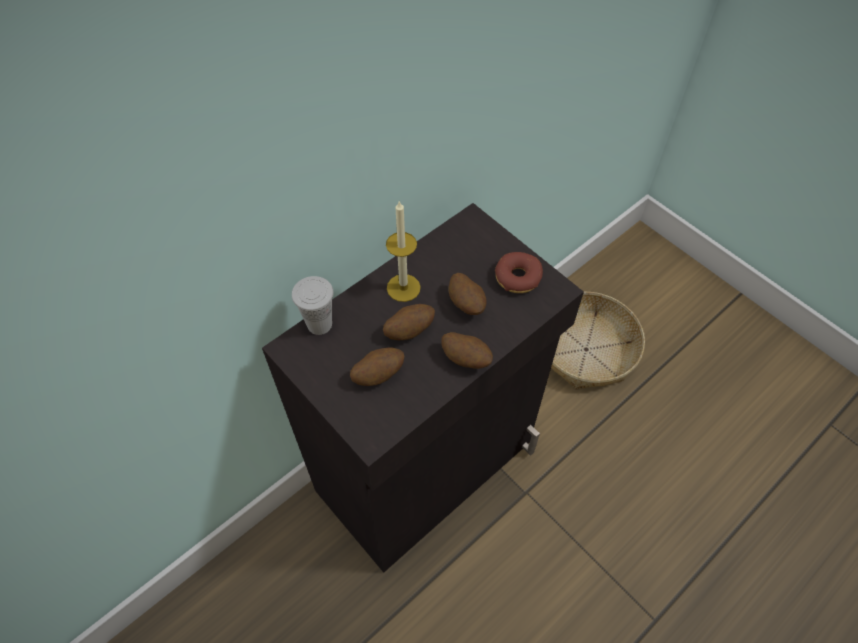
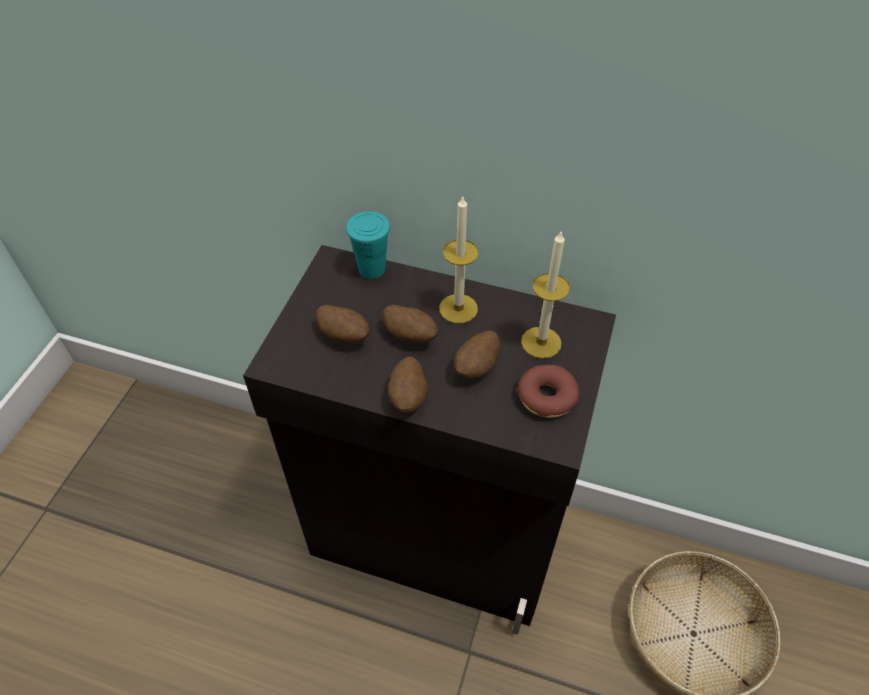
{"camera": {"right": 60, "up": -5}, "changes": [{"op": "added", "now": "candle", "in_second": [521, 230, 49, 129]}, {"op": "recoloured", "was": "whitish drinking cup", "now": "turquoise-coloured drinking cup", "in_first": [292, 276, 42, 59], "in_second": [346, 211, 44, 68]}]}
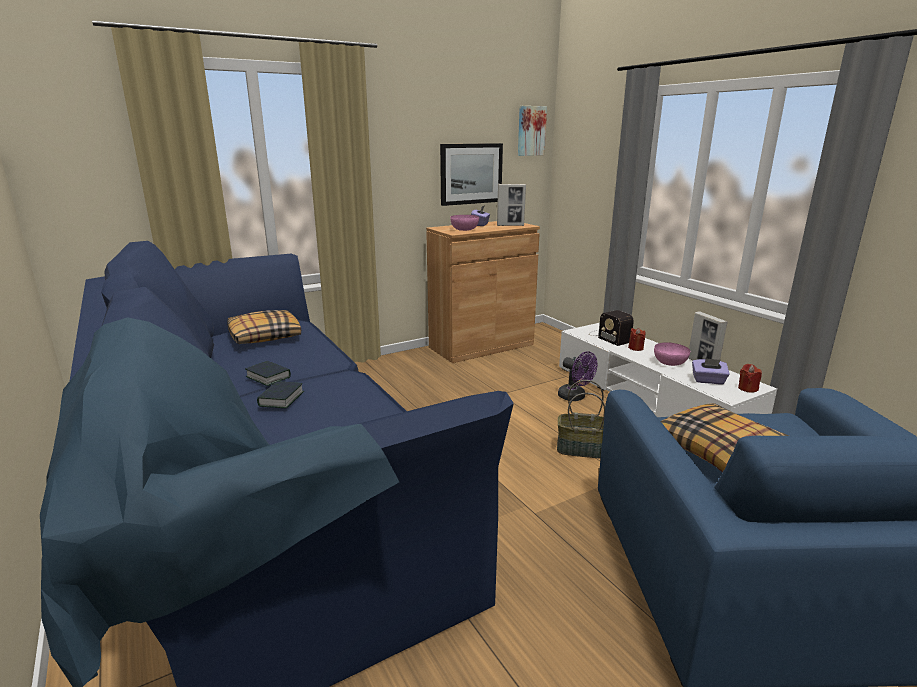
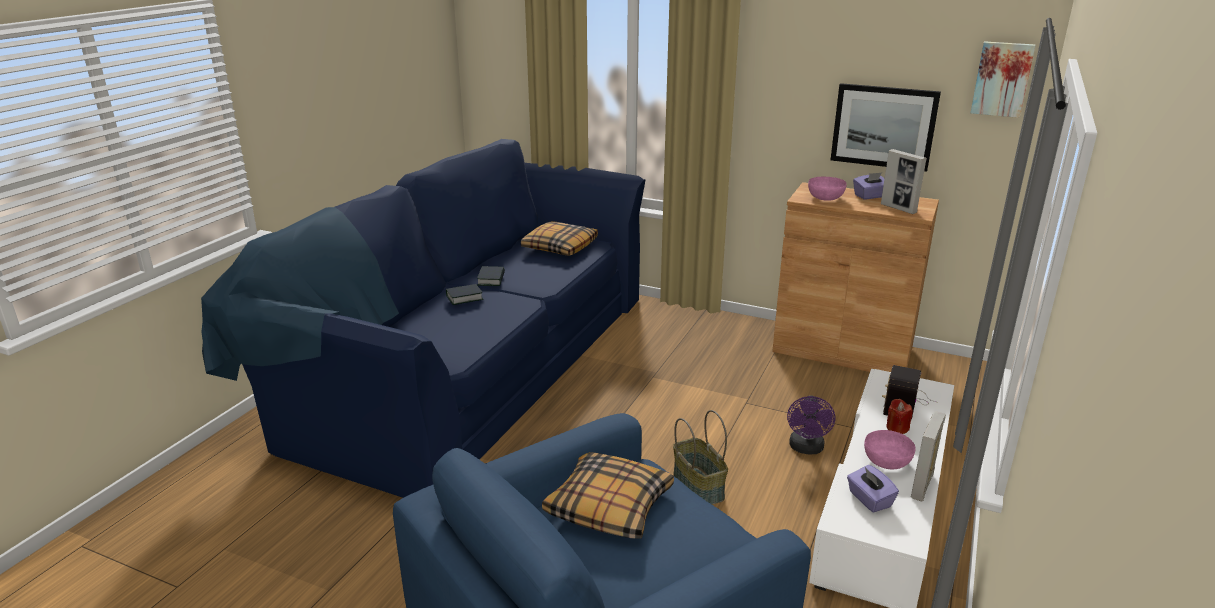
{"camera": {"right": 55, "up": 5}, "changes": [{"op": "removed", "was": "red-coloured candle", "in_first": [738, 364, 24, 28]}]}
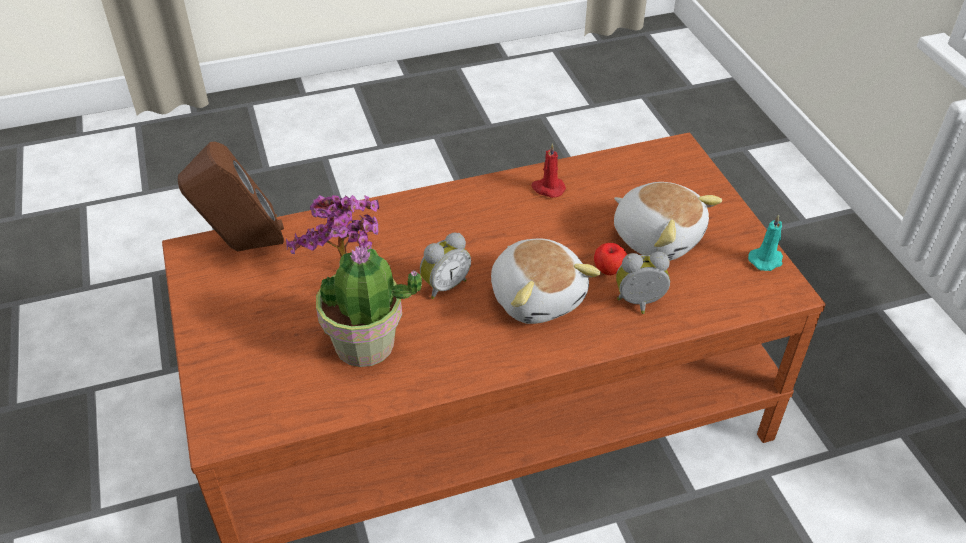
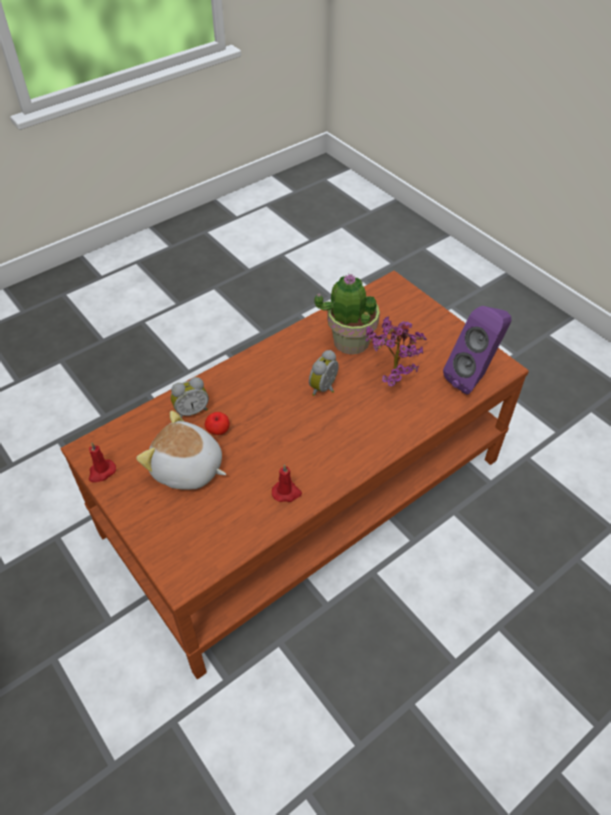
{"camera": {"right": 160, "up": 5}, "changes": [{"op": "removed", "was": "cuddly toy", "in_first": [491, 238, 110, 86]}, {"op": "recoloured", "was": "brownish loudspeaker", "now": "purple loudspeaker", "in_first": [178, 142, 106, 109], "in_second": [443, 306, 68, 88]}, {"op": "recoloured", "was": "turquoise-coloured candle", "now": "red-coloured candle", "in_first": [748, 215, 35, 56], "in_second": [89, 443, 27, 39]}]}
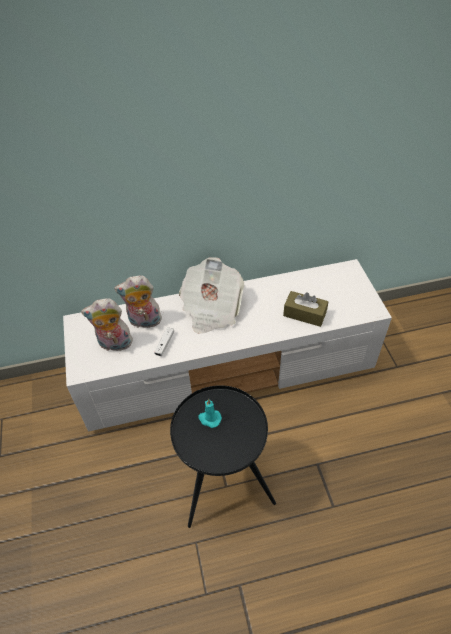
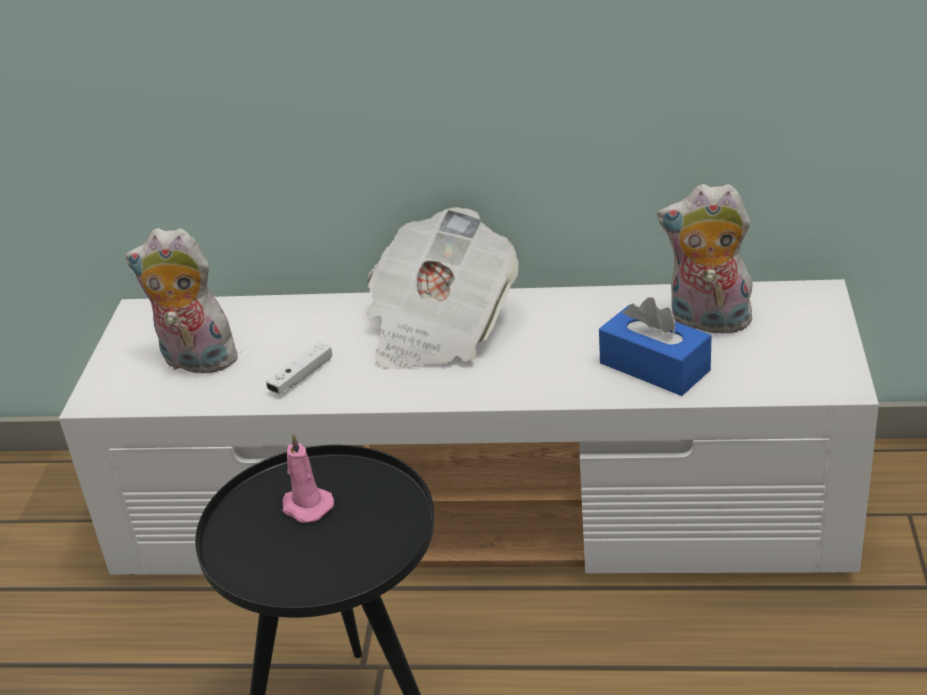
{"camera": {"right": 20, "up": -15}, "changes": [{"op": "moved", "was": "cuddly toy", "in_first": [114, 275, 49, 53], "in_second": [657, 184, 100, 154]}, {"op": "recoloured", "was": "turquoise-coloured candle", "now": "pinkish candle", "in_first": [198, 399, 24, 29], "in_second": [282, 434, 52, 89]}, {"op": "recoloured", "was": "brownish box of tissues", "now": "blue box of tissues", "in_first": [283, 291, 46, 36], "in_second": [599, 297, 112, 99]}]}
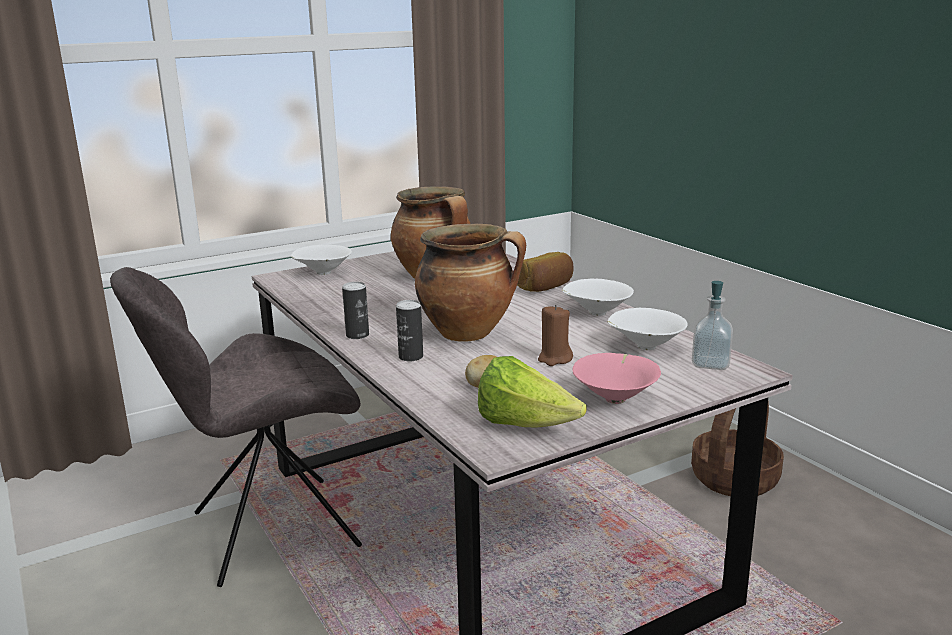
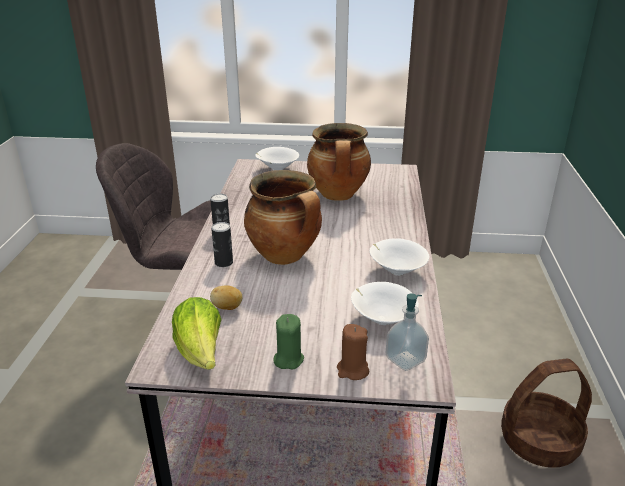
{"camera": {"right": 35, "up": 10}, "changes": [{"op": "removed", "was": "bread", "in_first": [517, 252, 57, 40]}, {"op": "moved", "was": "brownish candle", "in_first": [538, 305, 35, 61], "in_second": [337, 324, 32, 56]}, {"op": "replaced", "was": "pinkish bowl", "now": "green-coloured candle", "in_first": [572, 353, 89, 51], "in_second": [274, 314, 30, 55]}]}
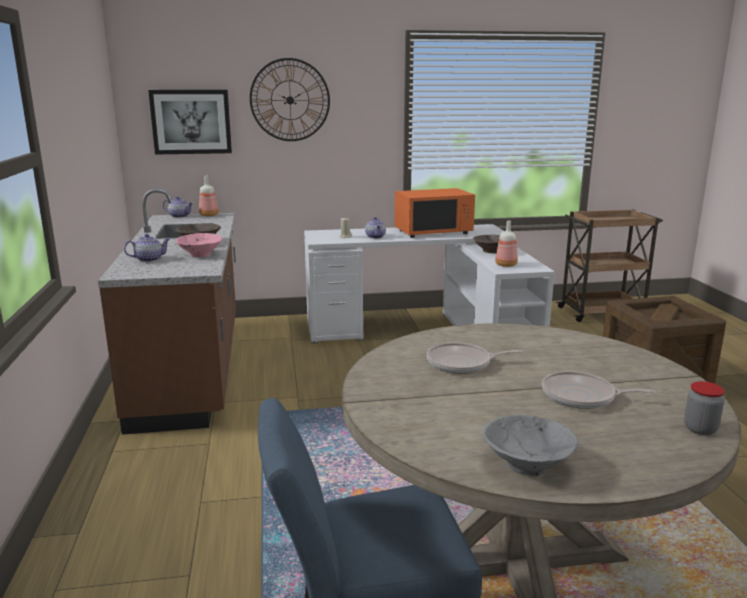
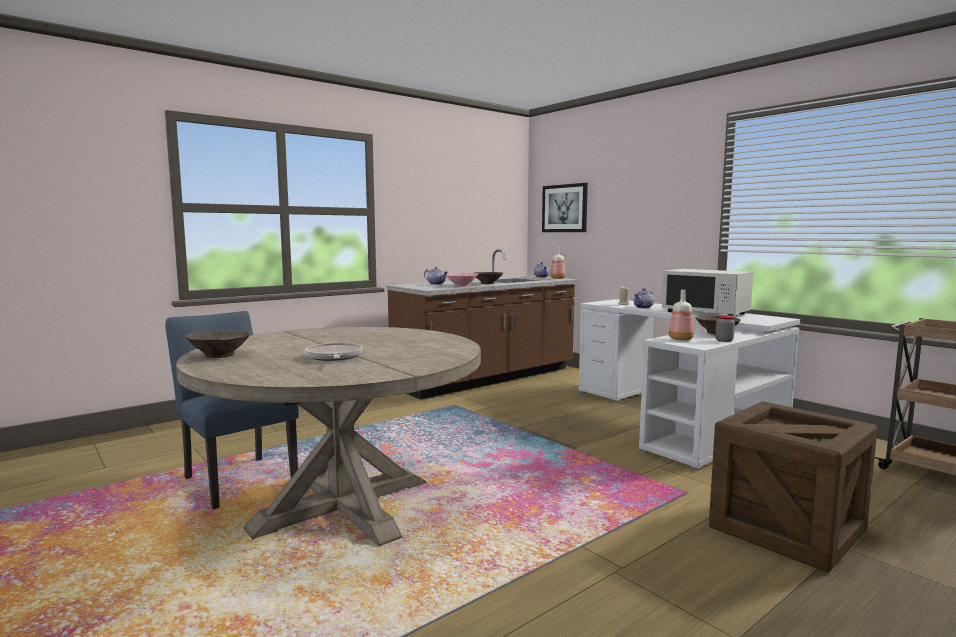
{"camera": {"right": 60, "up": -10}, "changes": [{"op": "removed", "was": "clock on the wall", "in_first": [250, 58, 80, 83]}, {"op": "removed", "was": "skillet", "in_first": [427, 343, 95, 31]}, {"op": "moved", "was": "storage jar", "in_first": [684, 381, 41, 54], "in_second": [715, 315, 20, 27]}, {"op": "recoloured", "was": "orange microwave oven", "now": "whitish microwave oven", "in_first": [394, 188, 81, 50], "in_second": [662, 269, 91, 47]}, {"op": "recoloured", "was": "gray bowl", "now": "brownish bowl", "in_first": [482, 415, 96, 61], "in_second": [185, 330, 65, 28]}]}
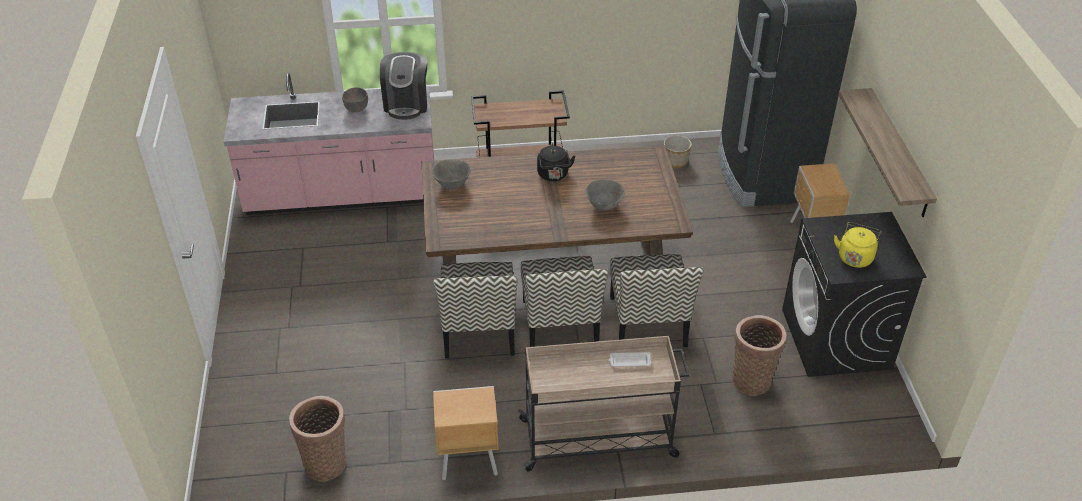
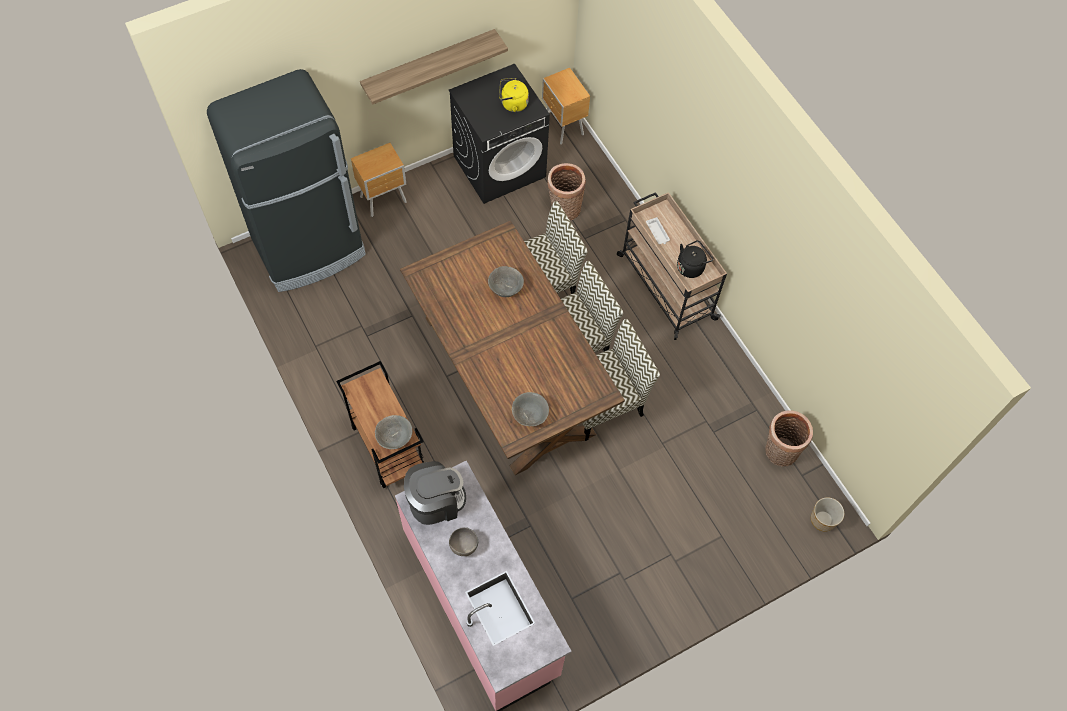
{"camera": {"right": -115, "up": 20}, "changes": [{"op": "added", "now": "gray bowl", "in_second": [375, 415, 37, 34]}, {"op": "moved", "was": "brownish night table", "in_first": [433, 386, 66, 94], "in_second": [542, 68, 48, 76]}, {"op": "moved", "was": "black tea kettle", "in_first": [537, 146, 39, 35], "in_second": [677, 240, 36, 38]}, {"op": "moved", "was": "flower pot", "in_first": [664, 135, 28, 33], "in_second": [811, 497, 33, 35]}]}
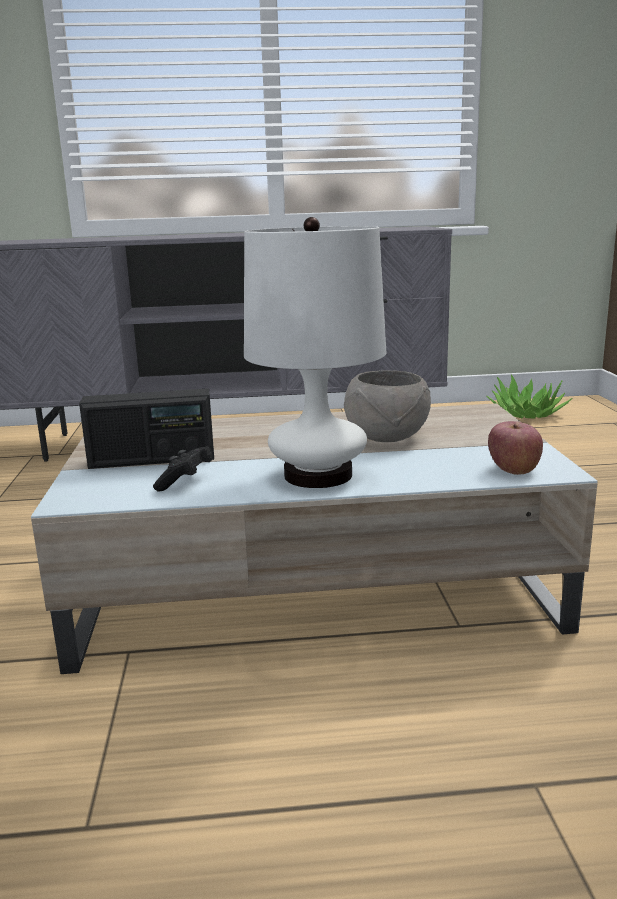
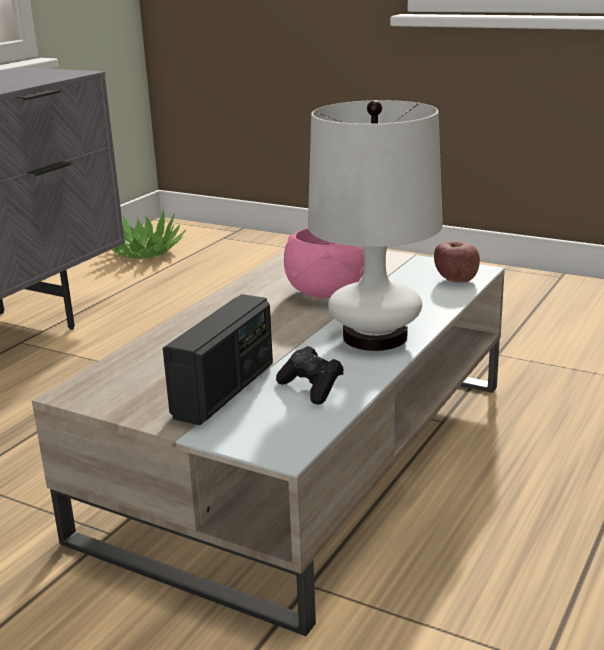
{"camera": {"right": -55, "up": 5}, "changes": [{"op": "recoloured", "was": "gray bowl", "now": "pinkish bowl", "in_first": [344, 370, 87, 72], "in_second": [284, 228, 80, 70]}]}
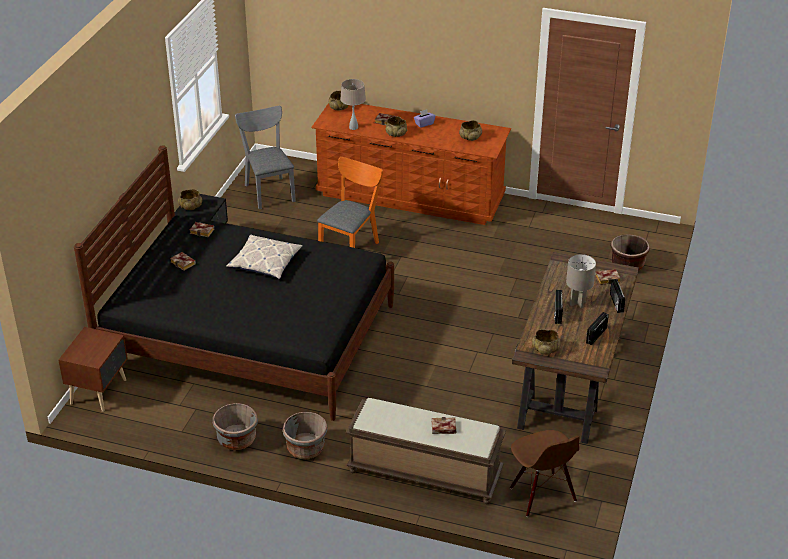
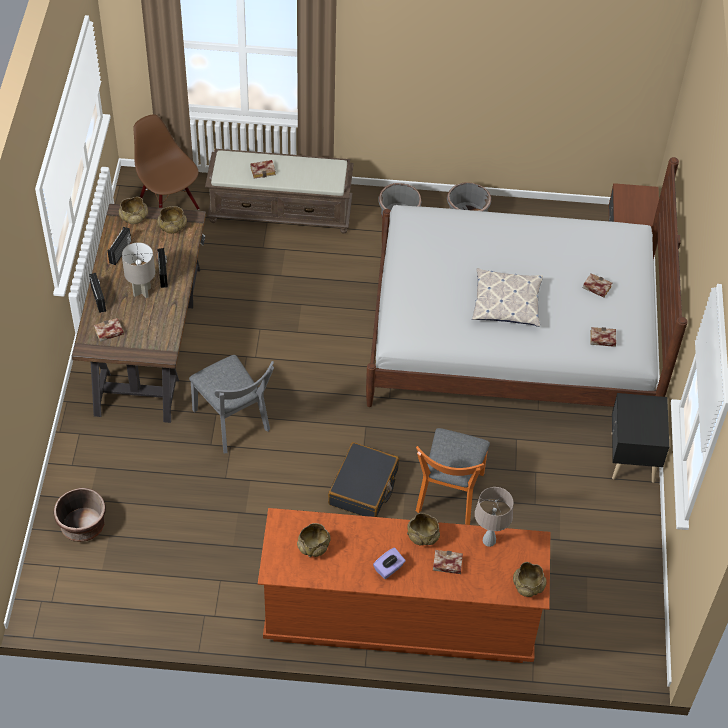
{"camera": {"right": 165, "up": 15}, "changes": [{"op": "added", "now": "black travel case", "in_second": [328, 442, 71, 75]}, {"op": "moved", "was": "sand-coloured bowl", "in_first": [178, 189, 24, 21], "in_second": [119, 197, 29, 27]}, {"op": "moved", "was": "gray chair", "in_first": [235, 106, 61, 103], "in_second": [189, 355, 85, 99]}, {"op": "recoloured", "was": "black sleeping bed", "now": "whitish sleeping bed", "in_first": [74, 145, 320, 276], "in_second": [366, 157, 322, 250]}]}
